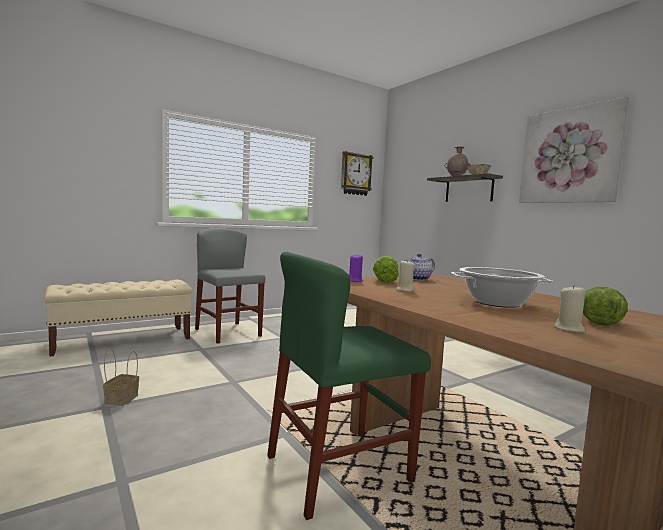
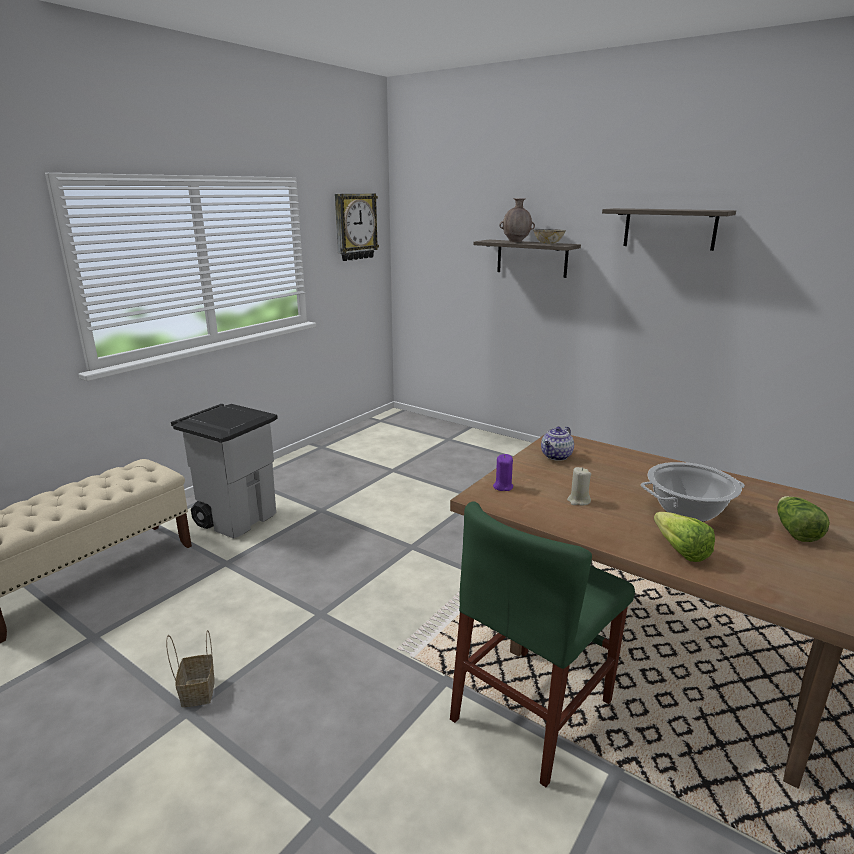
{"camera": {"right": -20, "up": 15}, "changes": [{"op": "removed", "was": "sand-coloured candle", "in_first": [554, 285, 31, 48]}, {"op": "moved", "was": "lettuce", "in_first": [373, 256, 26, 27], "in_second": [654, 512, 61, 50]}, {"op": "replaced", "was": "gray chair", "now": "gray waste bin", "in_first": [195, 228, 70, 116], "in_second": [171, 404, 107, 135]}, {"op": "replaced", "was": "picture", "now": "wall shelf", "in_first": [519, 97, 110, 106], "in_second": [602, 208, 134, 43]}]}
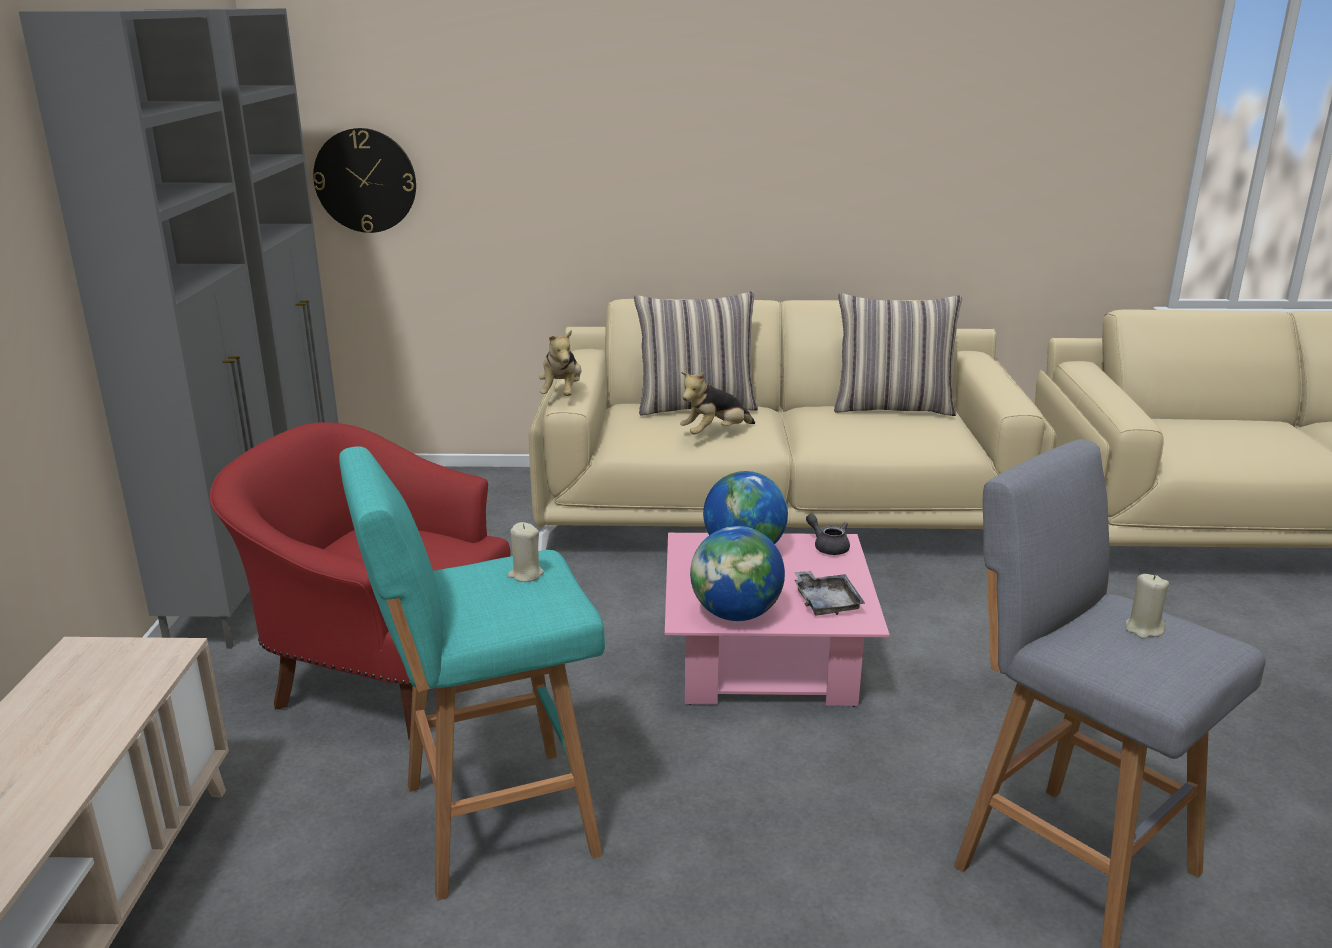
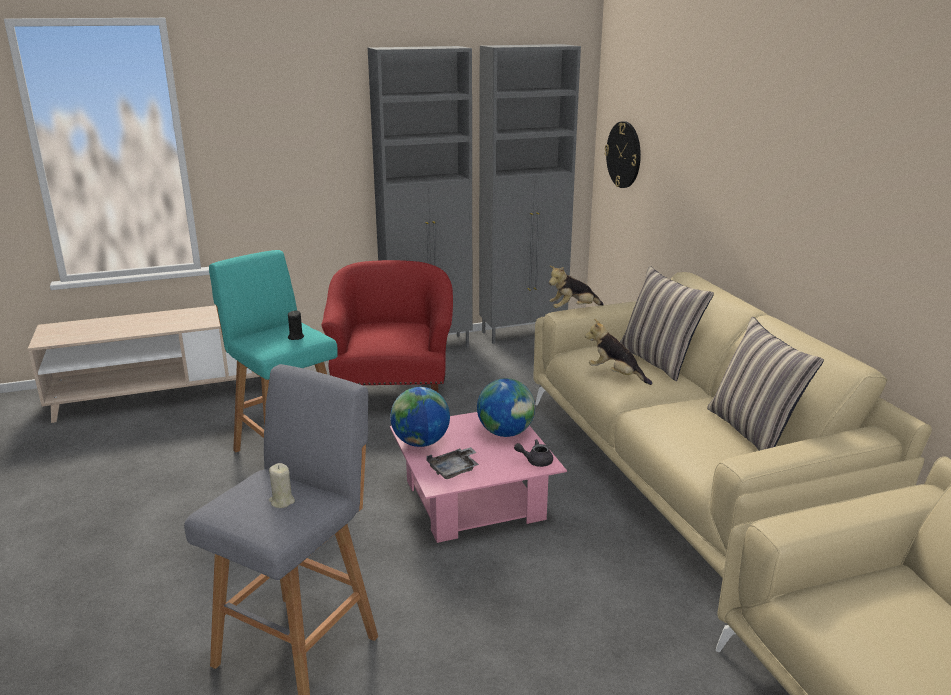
{"camera": {"right": 70, "up": 0}, "changes": [{"op": "recoloured", "was": "sand-coloured candle", "now": "black candle", "in_first": [507, 522, 37, 60], "in_second": [288, 311, 16, 29]}, {"op": "turned", "was": "gray pot for tea", "in_first": [806, 514, 44, 41], "in_second": [514, 439, 39, 28], "clockwise": -120}]}
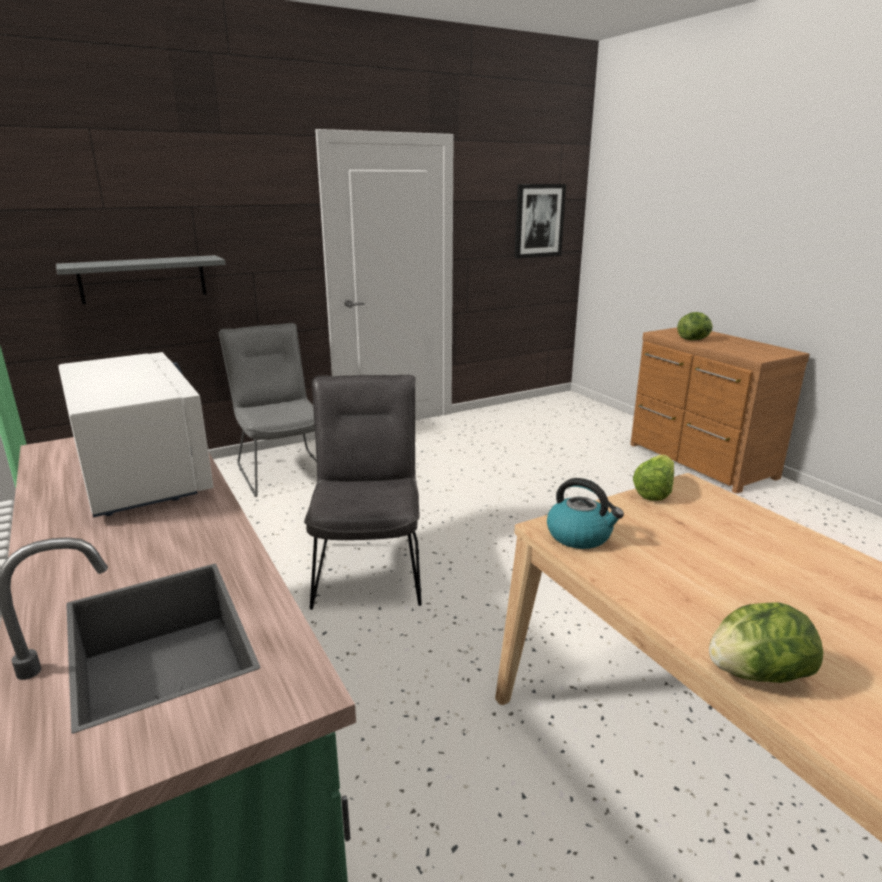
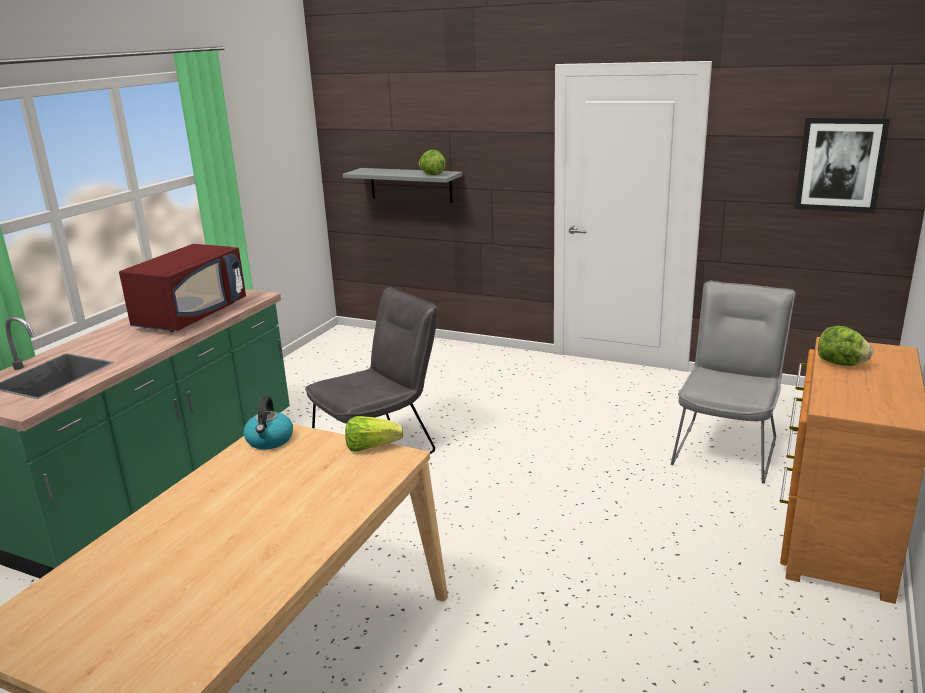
{"camera": {"right": 55, "up": 0}, "changes": [{"op": "moved", "was": "gray chair", "in_first": [219, 323, 98, 174], "in_second": [671, 281, 125, 203]}, {"op": "moved", "was": "lettuce", "in_first": [709, 602, 114, 81], "in_second": [419, 150, 27, 25]}, {"op": "recoloured", "was": "whitish microwave oven", "now": "red-coloured microwave oven", "in_first": [58, 352, 156, 165], "in_second": [119, 244, 127, 88]}]}
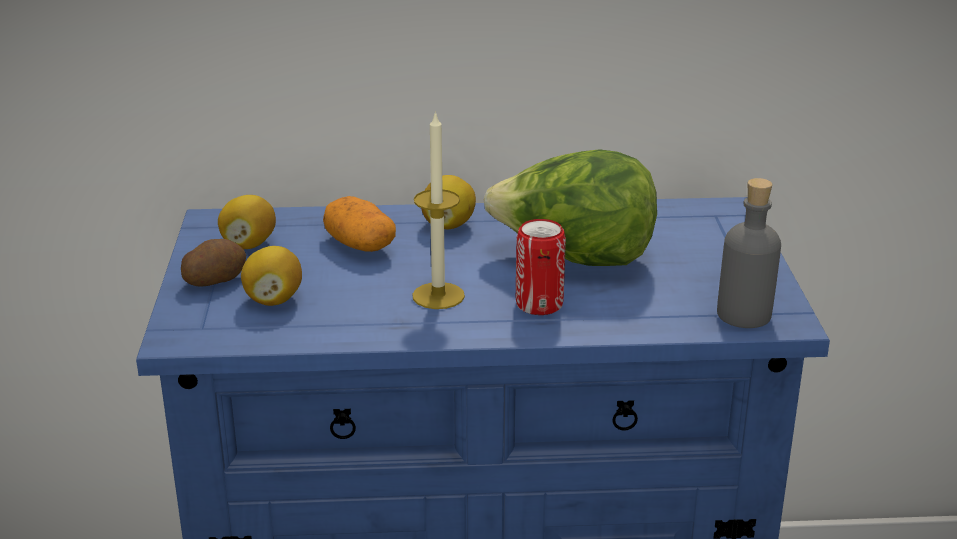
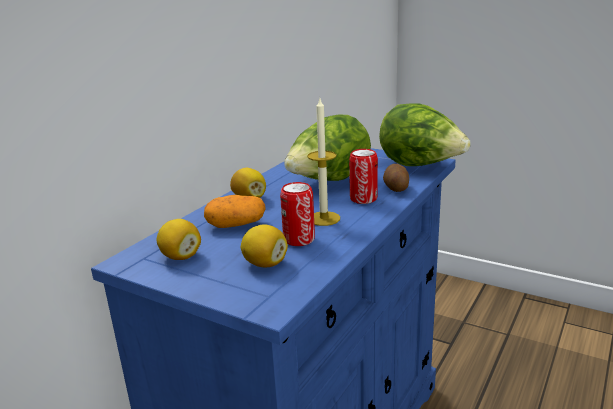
{"camera": {"right": -55, "up": -5}, "changes": [{"op": "added", "now": "can", "in_second": [280, 182, 35, 64]}, {"op": "moved", "was": "spud", "in_first": [181, 239, 65, 48], "in_second": [383, 164, 26, 28]}, {"op": "replaced", "was": "gray beverage bottle", "now": "lettuce", "in_first": [717, 178, 64, 150], "in_second": [379, 103, 92, 63]}]}
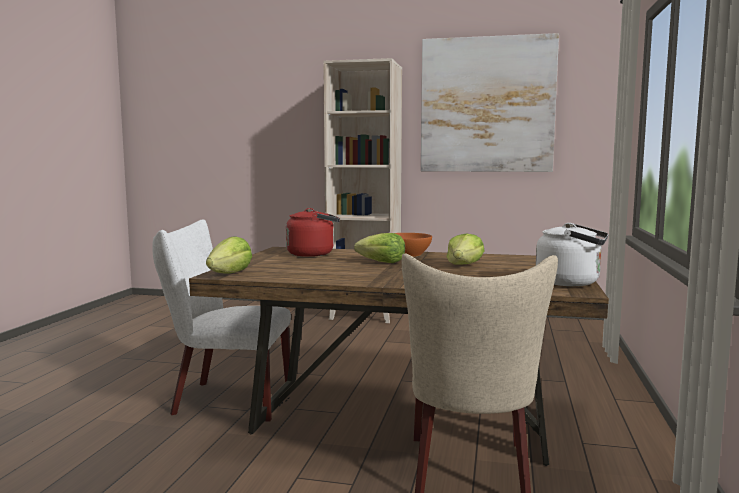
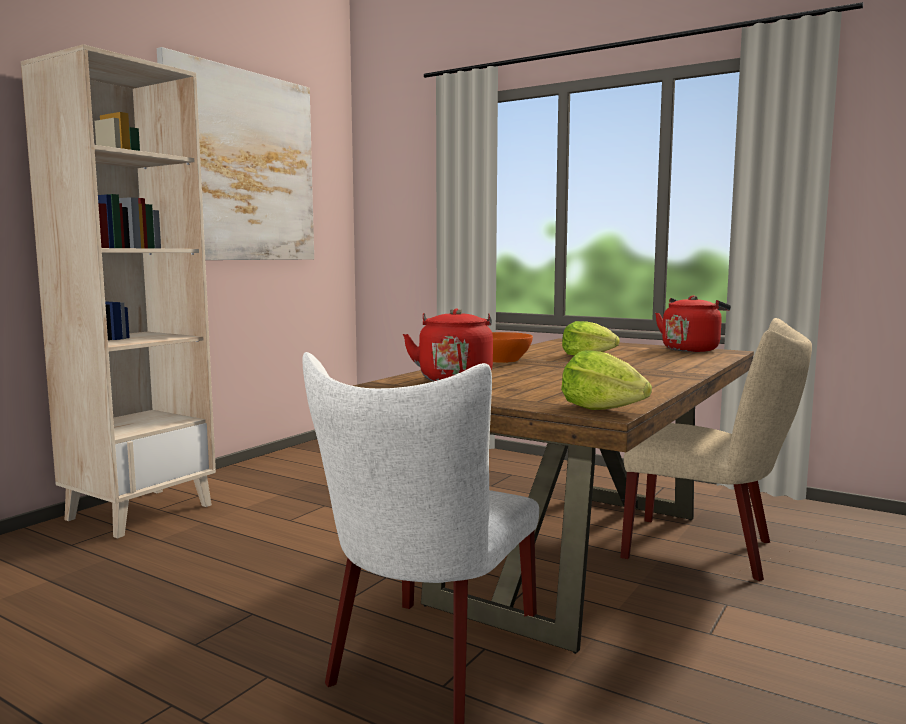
{"camera": {"right": -70, "up": 0}, "changes": [{"op": "removed", "was": "lettuce", "in_first": [354, 233, 51, 30]}, {"op": "recoloured", "was": "whitish tea kettle", "now": "red-coloured tea kettle", "in_first": [536, 223, 72, 63], "in_second": [655, 295, 76, 57]}]}
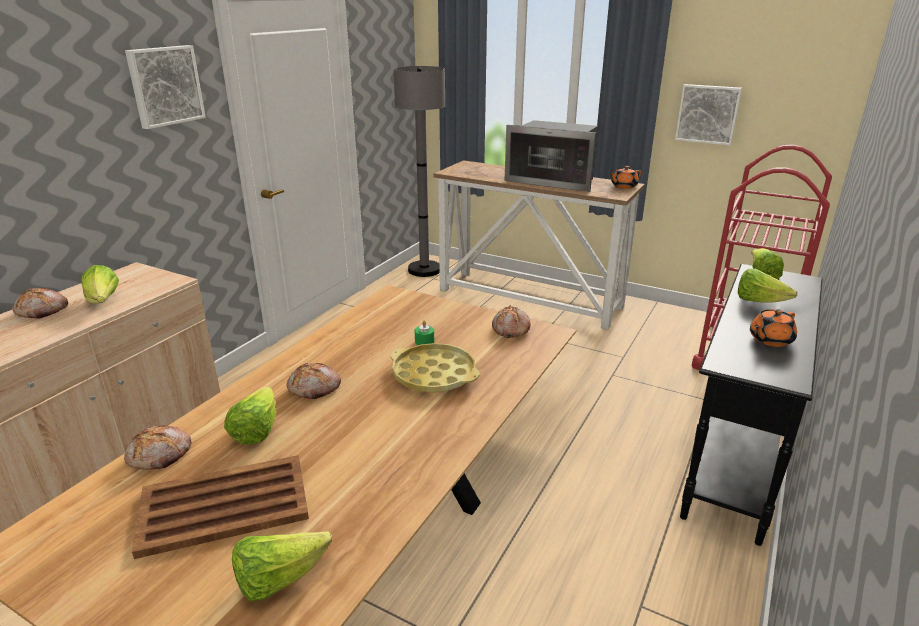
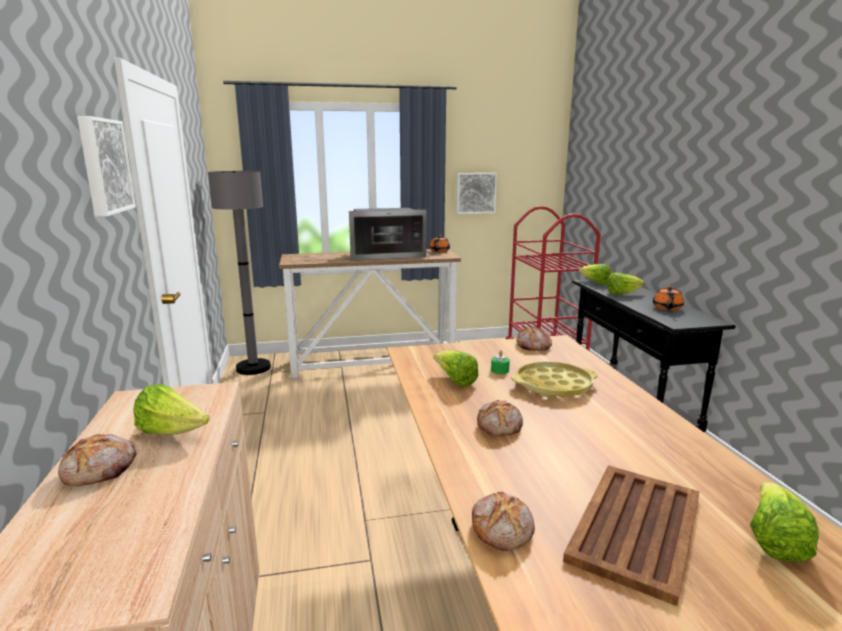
{"camera": {"right": -40, "up": -10}, "changes": [{"op": "moved", "was": "lettuce", "in_first": [224, 386, 53, 59], "in_second": [433, 350, 45, 37]}]}
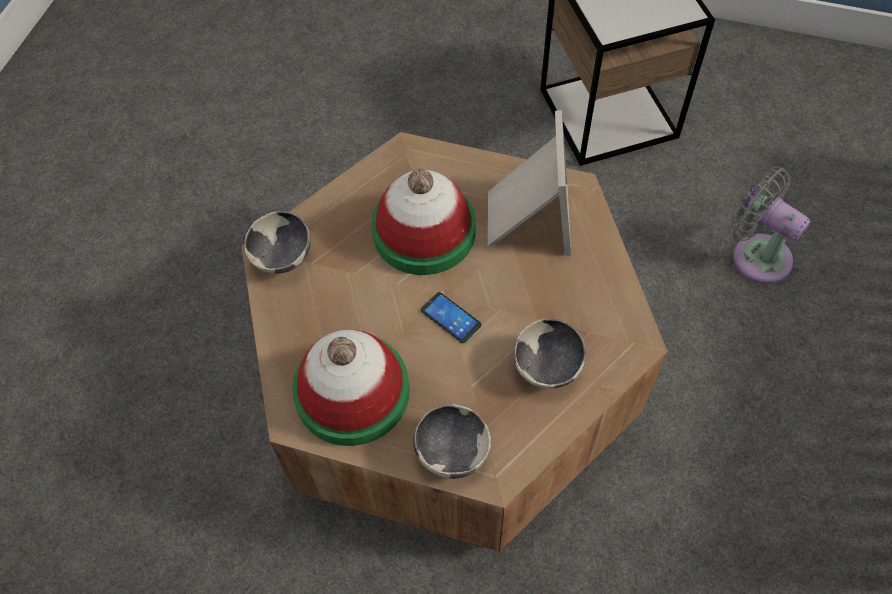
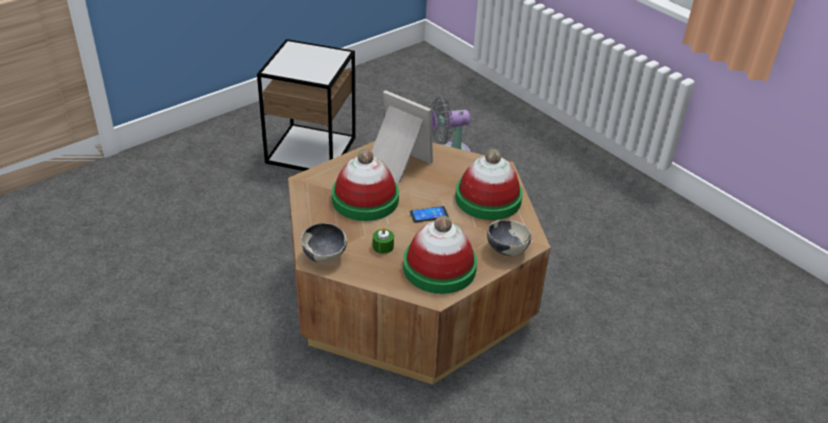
{"camera": {"right": -60, "up": -20}, "changes": [{"op": "added", "now": "green-coloured candle", "in_second": [373, 227, 21, 27]}, {"op": "replaced", "was": "bowl", "now": "wearable hat", "in_first": [514, 319, 72, 70], "in_second": [455, 149, 68, 71]}]}
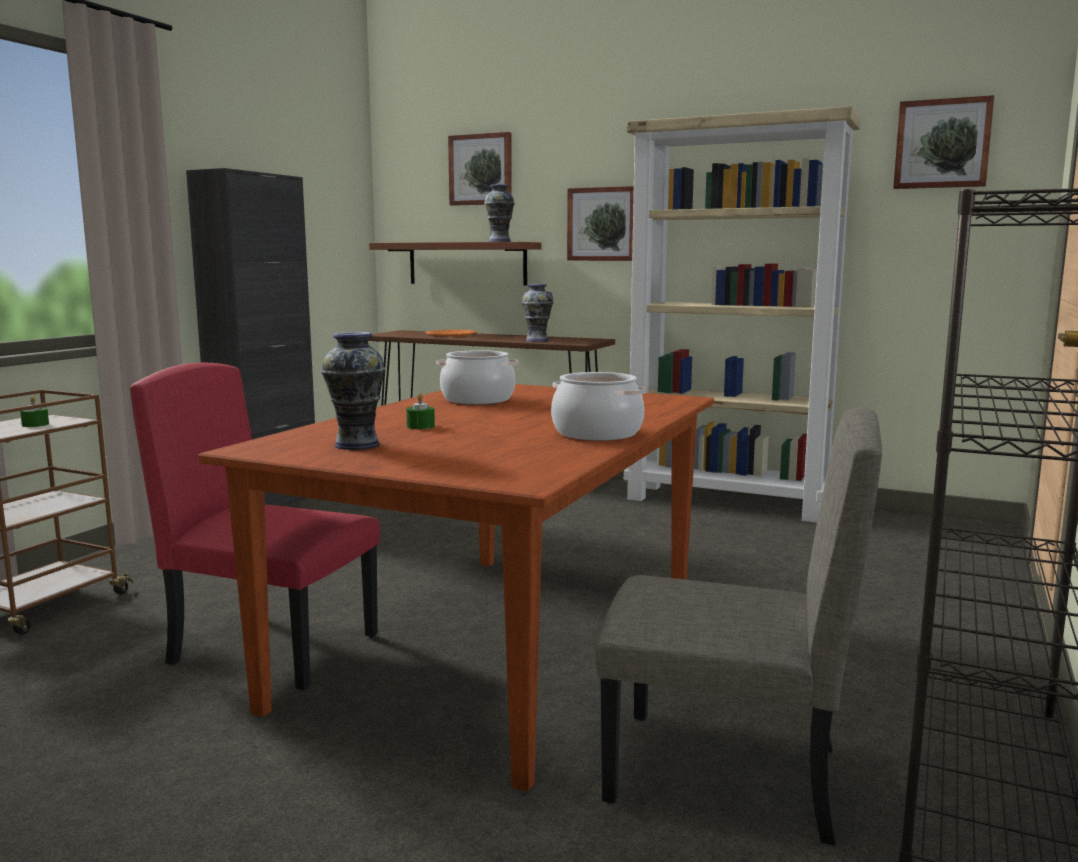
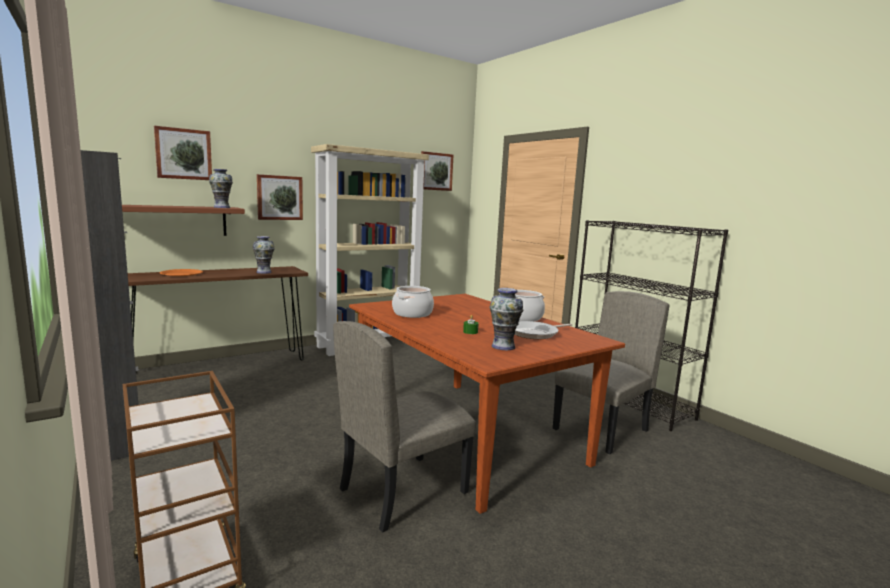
{"camera": {"right": -60, "up": 0}, "changes": [{"op": "removed", "was": "green-coloured candle", "in_first": [20, 396, 29, 31]}, {"op": "added", "now": "skillet", "in_second": [515, 321, 58, 18]}, {"op": "recoloured", "was": "red-coloured chair", "now": "sand-coloured chair", "in_first": [130, 362, 250, 328], "in_second": [333, 321, 143, 211]}]}
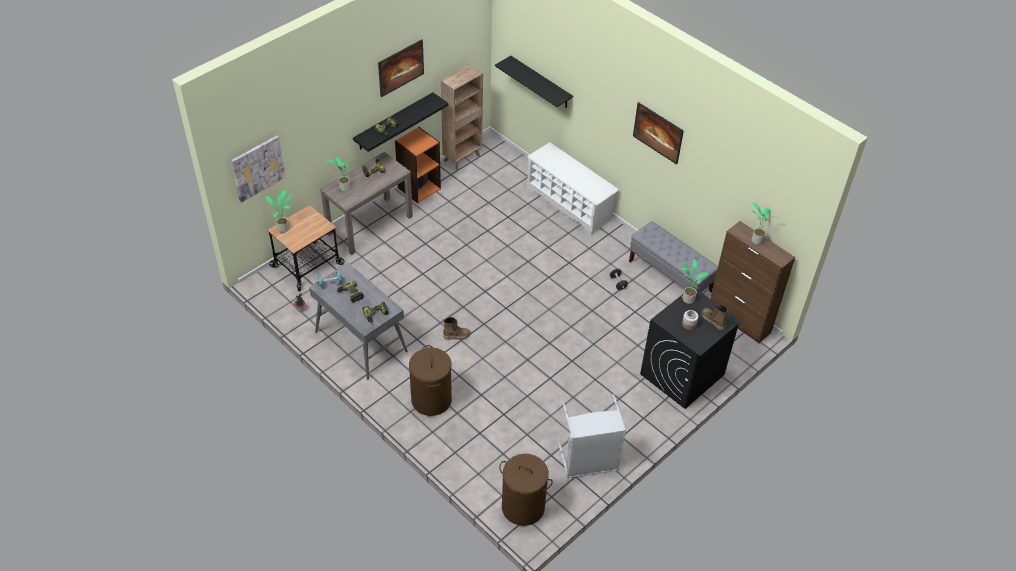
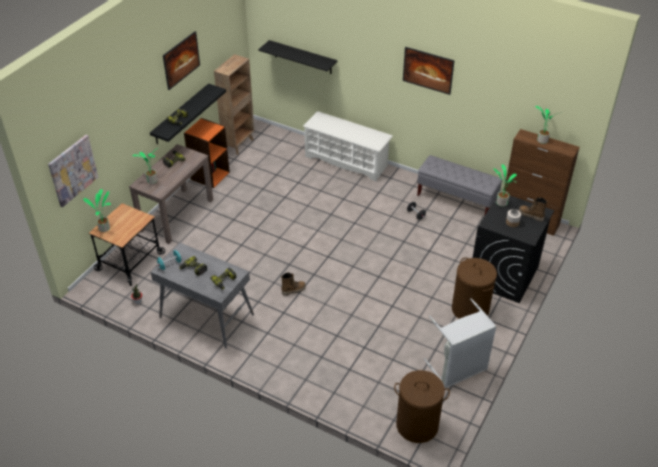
{"camera": {"right": -15, "up": -5}, "changes": [{"op": "moved", "was": "brownish hamper", "in_first": [409, 345, 43, 71], "in_second": [452, 257, 45, 62]}]}
